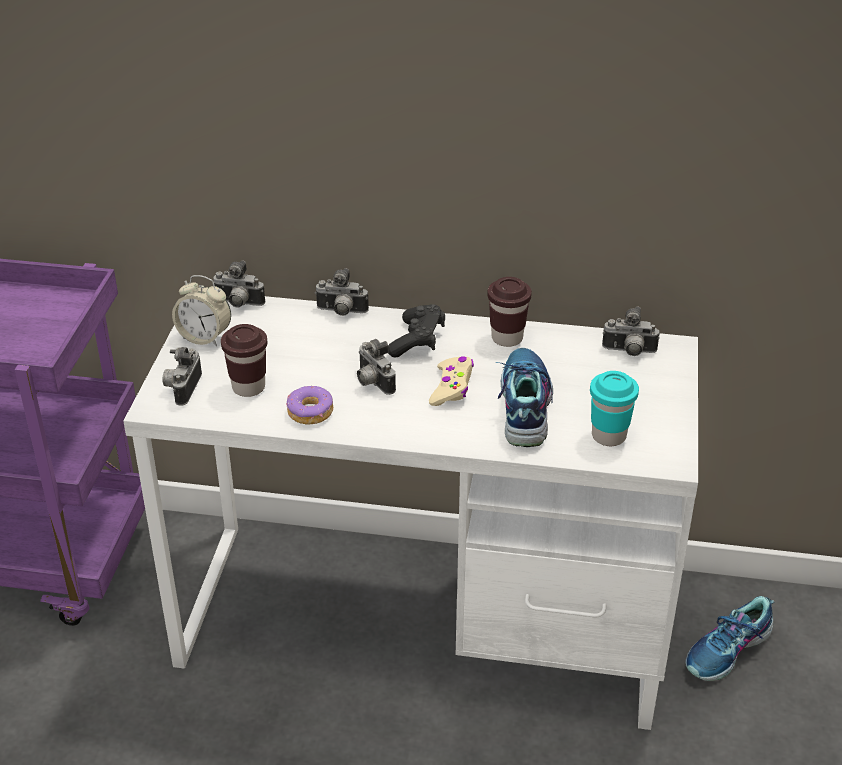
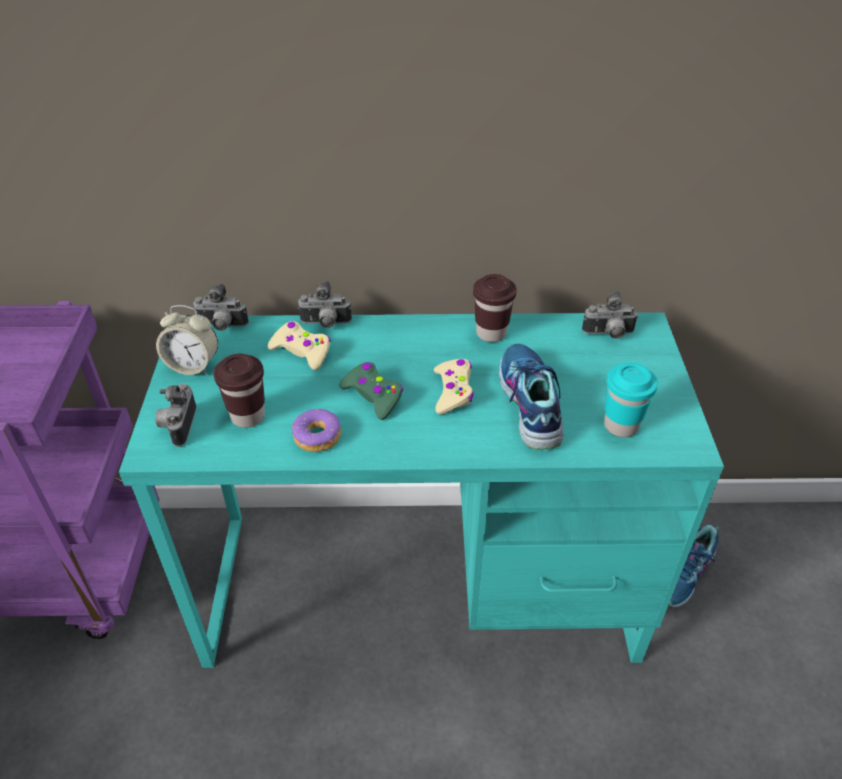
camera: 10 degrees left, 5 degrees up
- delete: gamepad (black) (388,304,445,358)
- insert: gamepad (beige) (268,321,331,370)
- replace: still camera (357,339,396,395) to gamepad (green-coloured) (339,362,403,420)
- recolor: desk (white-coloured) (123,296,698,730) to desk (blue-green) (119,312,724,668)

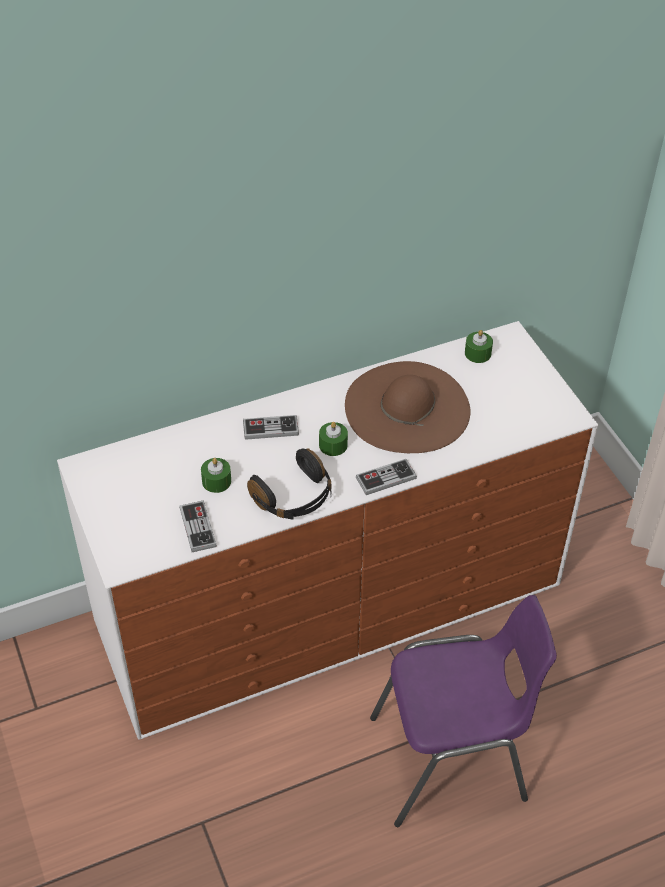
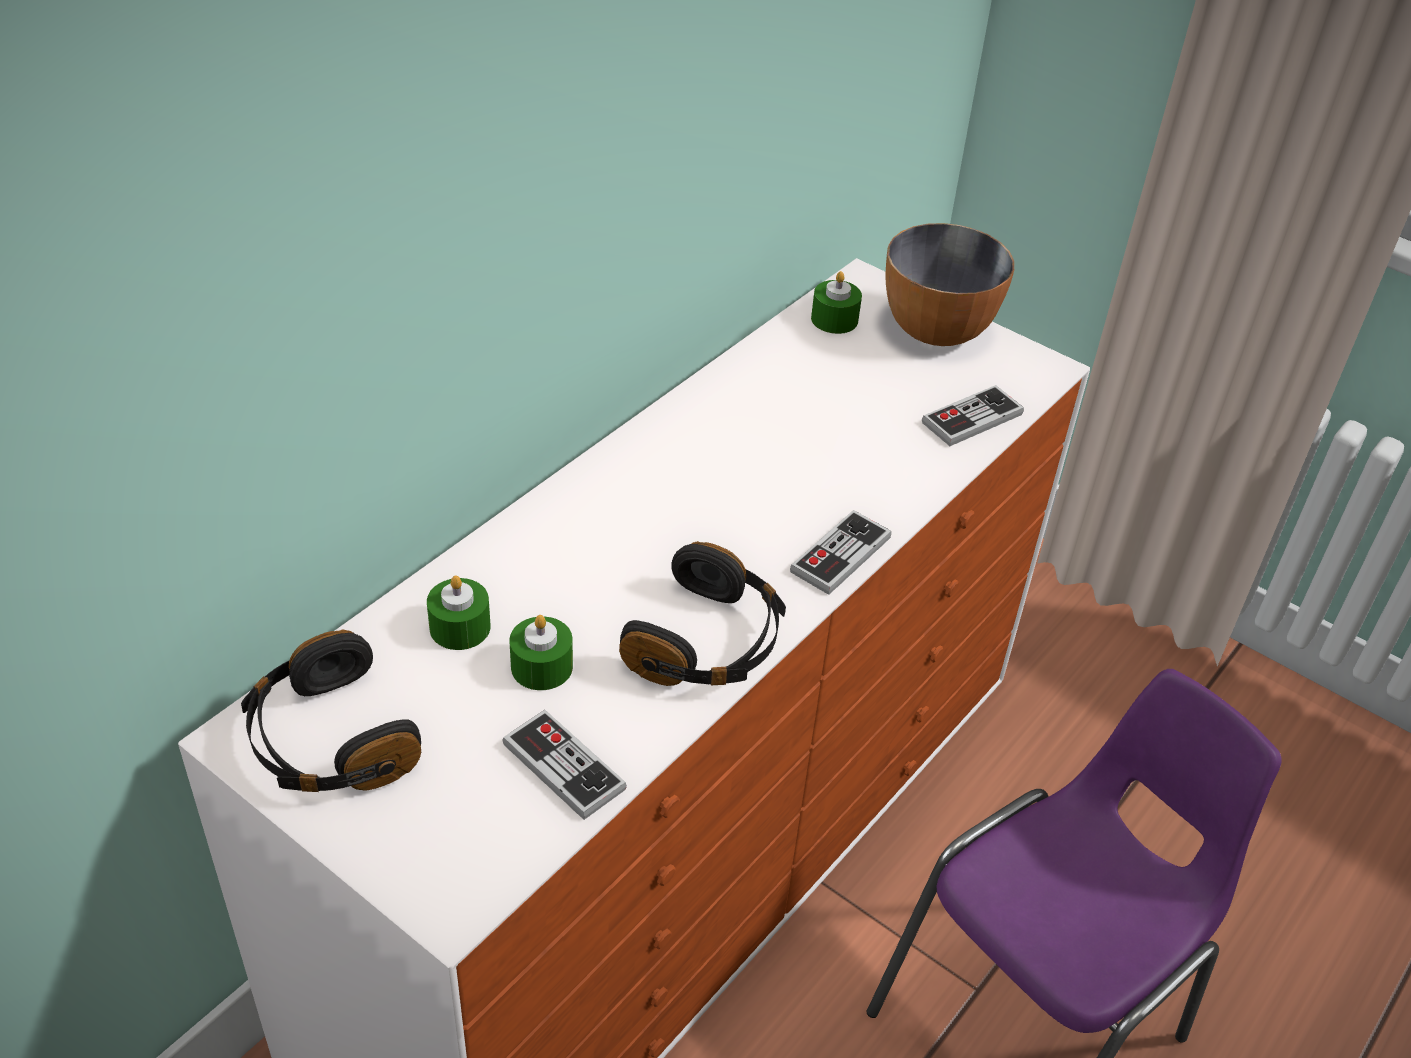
camera: 30 degrees left, 5 degrees down
- delete: hat (brownish) (345,361,471,453)
- insert: headset (black) (241,629,421,792)
- insert: deep dish (886,223,1014,346)
- move: gamepad (243,415,299,440) to (922,385,1024,446)
- move: wax candle (green-coloured) (319,422,348,456) to (427,575,490,650)

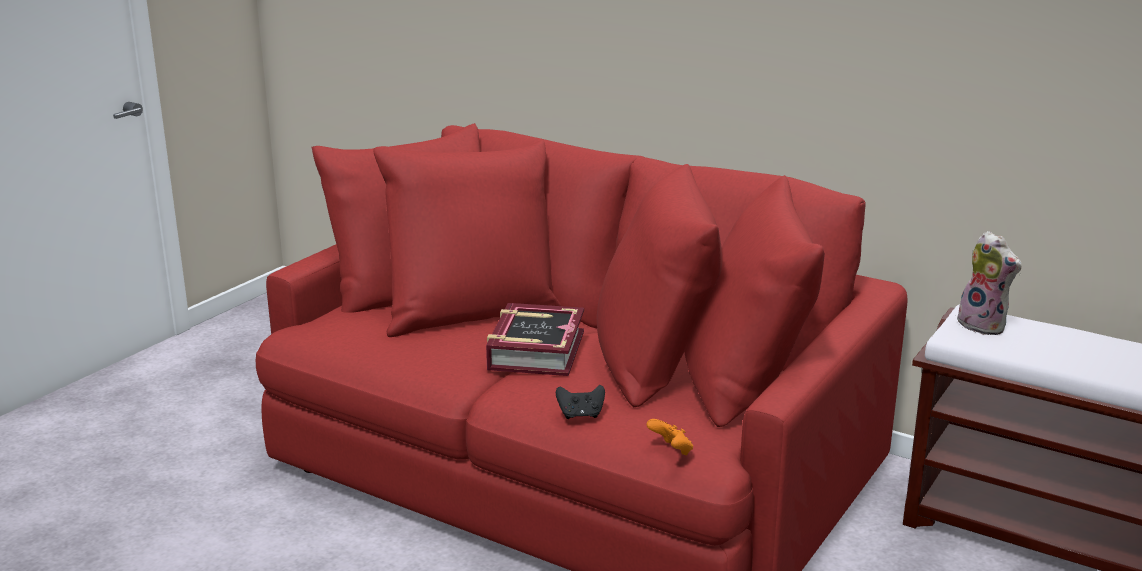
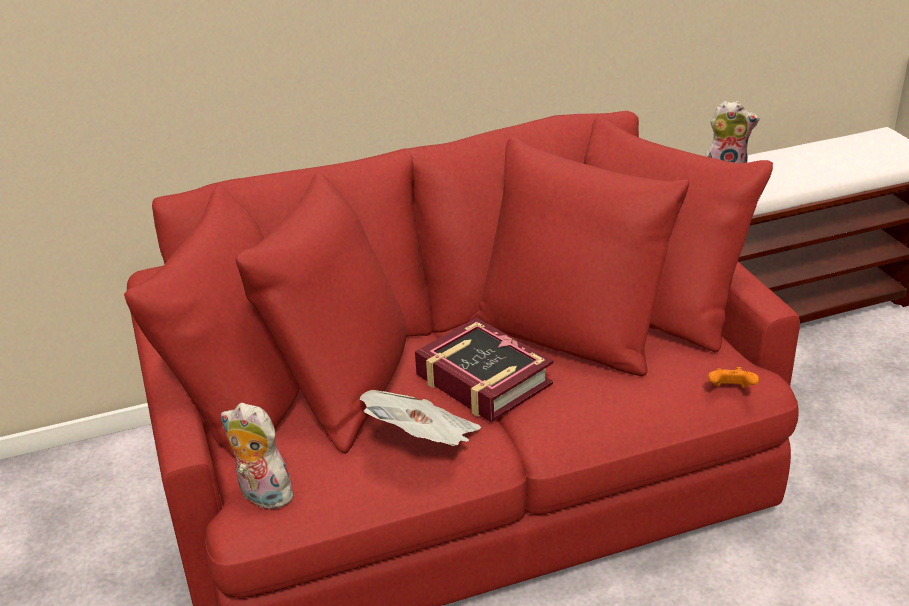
camera: 50 degrees left, 10 degrees up
- delete: gamepad (black) (556,385,605,419)
- insert: plush toy (221,403,300,509)
- insert: printed paper (360,390,481,446)

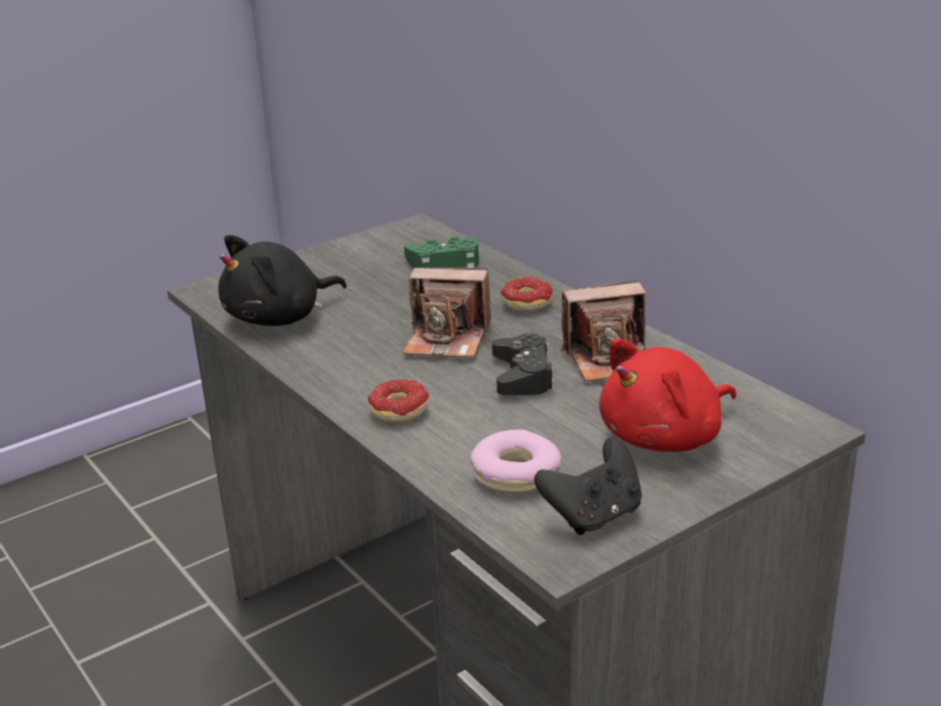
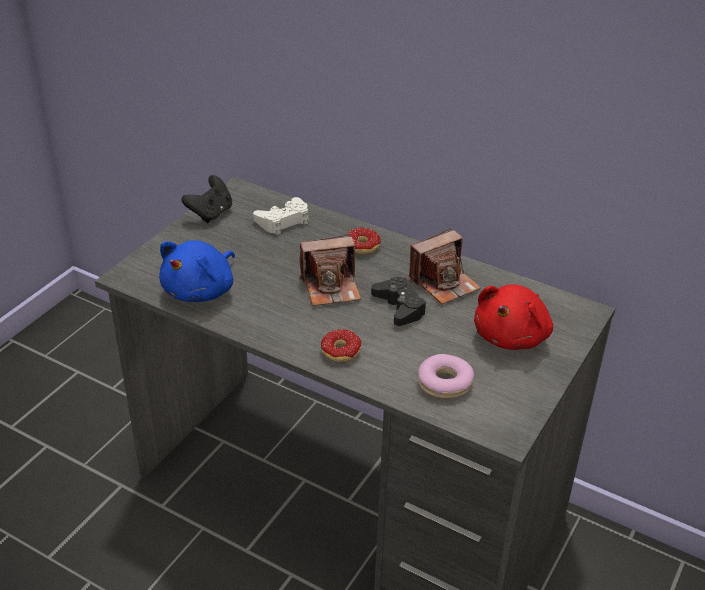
camera: 25 degrees left, 10 degrees up
- move: gamepad (black) (534,438,642,535) to (181,175,232,223)
- recolor: plush toy (black) (218,235,347,326) to plush toy (blue-coloured) (159,240,235,302)
- recolor: gamepad (green-coloured) (404,236,479,269) to gamepad (white-coloured) (253,197,308,235)

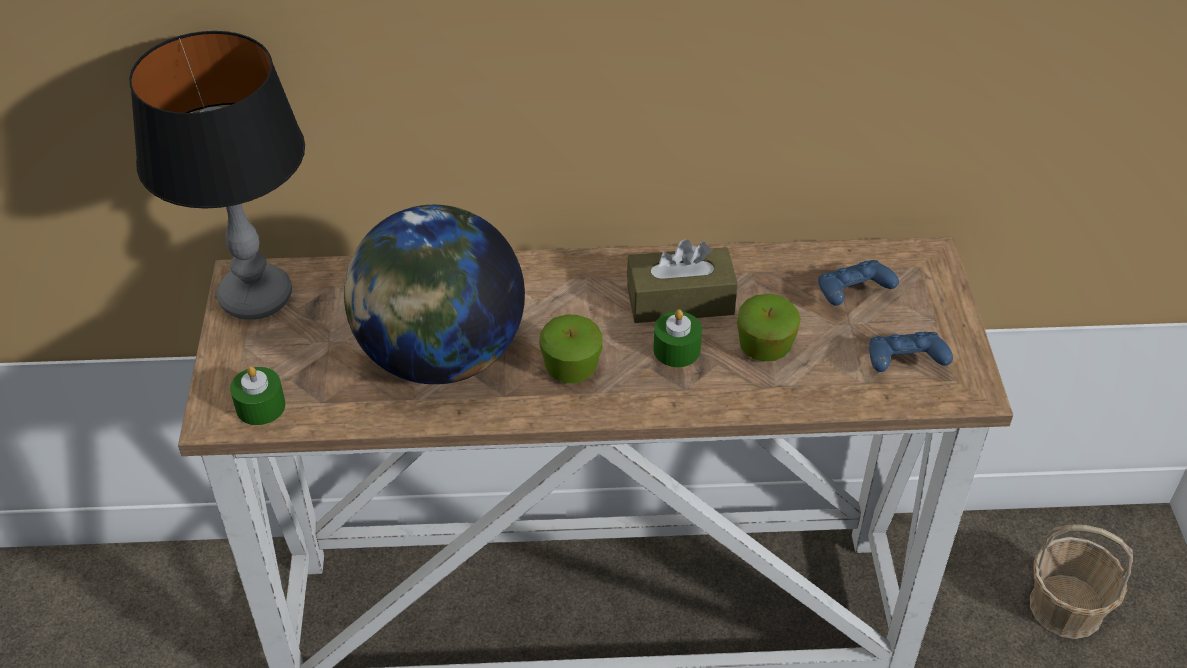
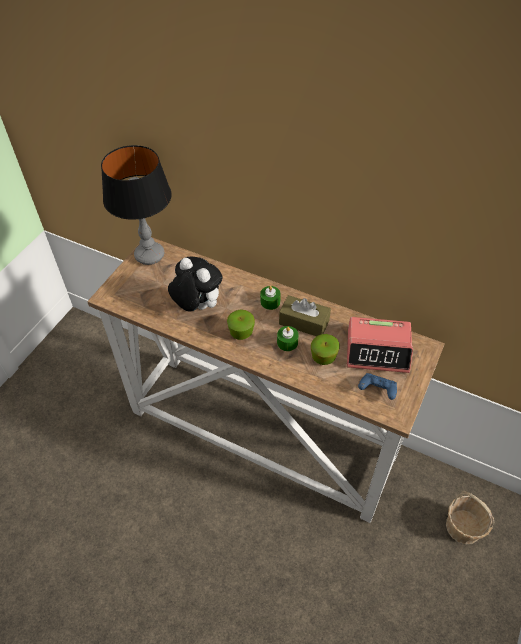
camera: 30 degrees right, 5 degrees up
- move: wax candle (green-coloured) (230,366,286,425) to (260,286,281,310)
- replace: globe (344,205,525,384) to plush toy (168,257,222,312)
- replace: gamepad (blue-coloured) (818,260,899,306) to alarm clock (347,317,413,373)

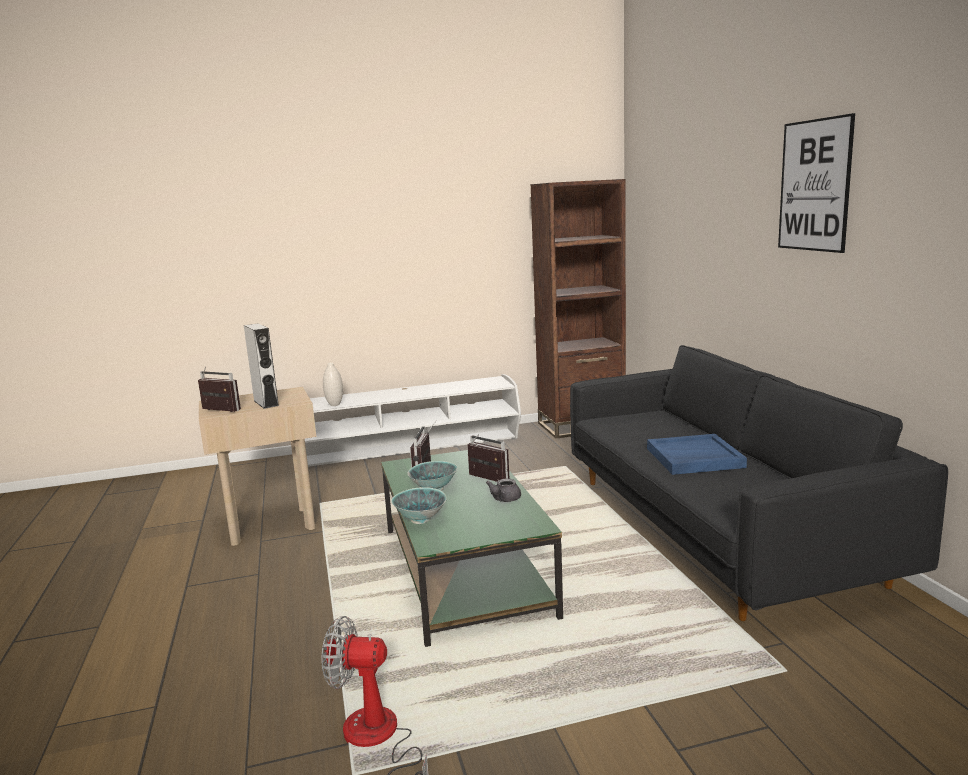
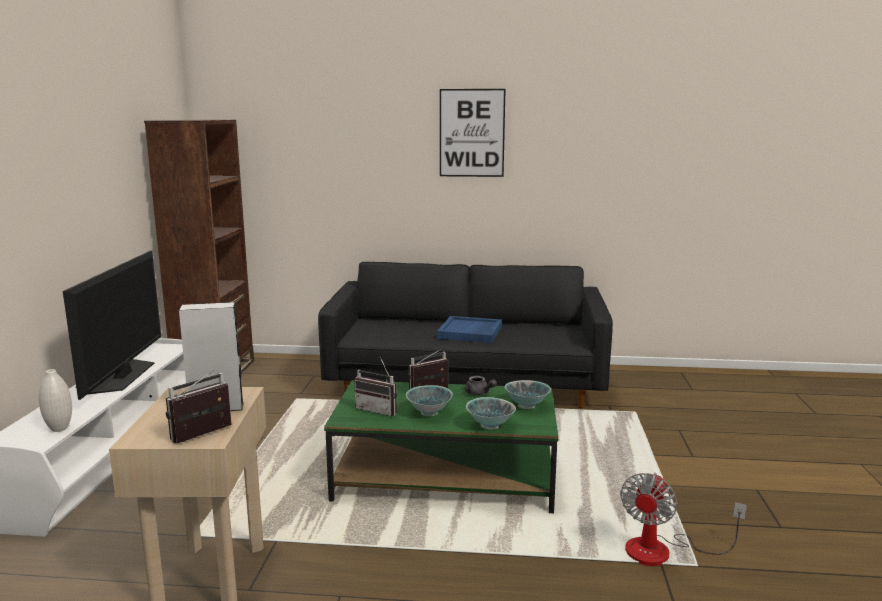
camera: 70 degrees left, 0 degrees up
- insert: television (63,251,161,400)
- insert: deep dish (505,380,551,409)

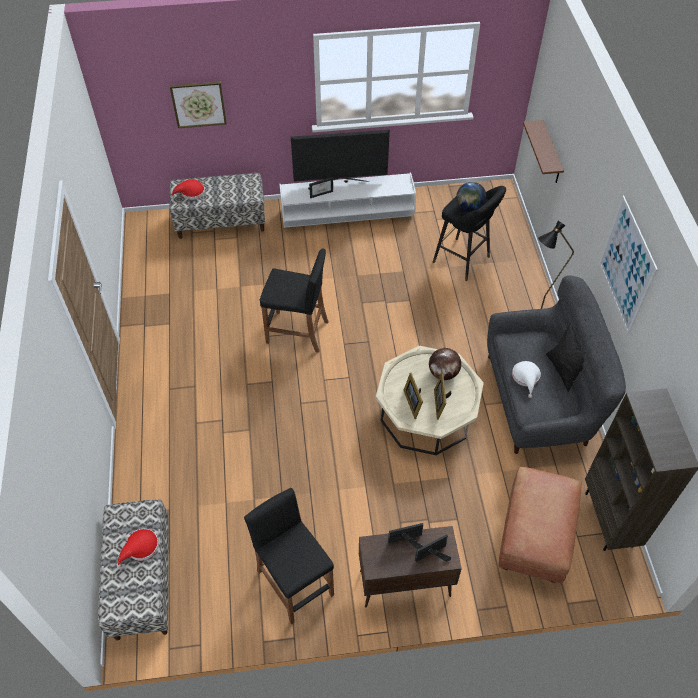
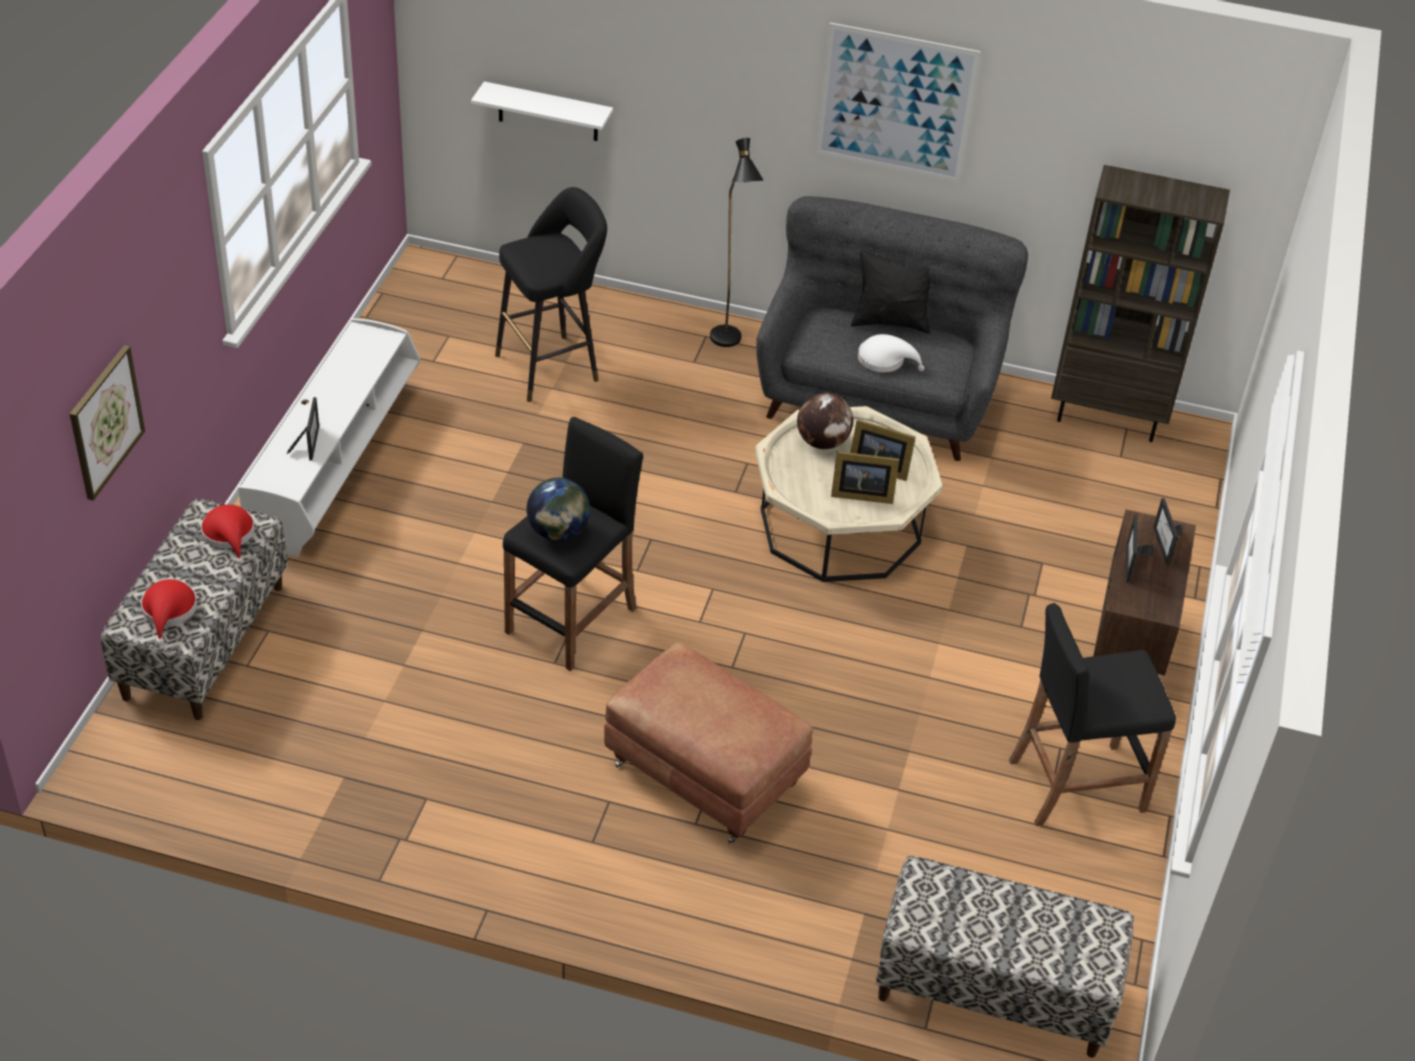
camera: 70 degrees left, 10 degrees down
- delete: television (291,130,390,182)
- move: hat (red-coloured) (116,529,159,568) to (201,504,255,565)
- move: globe (456,182,487,212) to (527,478,590,541)
- move: ottoman (brownish) (498,467,582,583) to (604,642,813,844)
- recolor: bracket shelf (brownish) (523,120,564,183) to bracket shelf (white-coloured) (471,81,613,141)

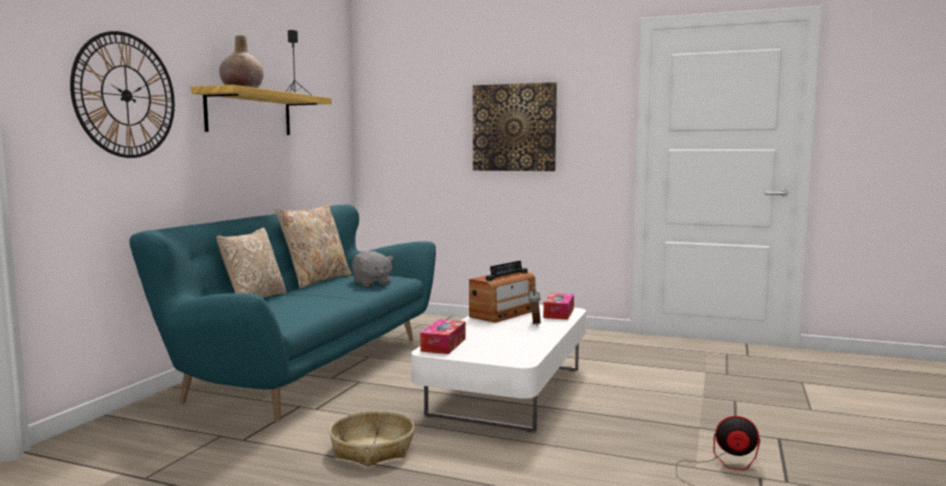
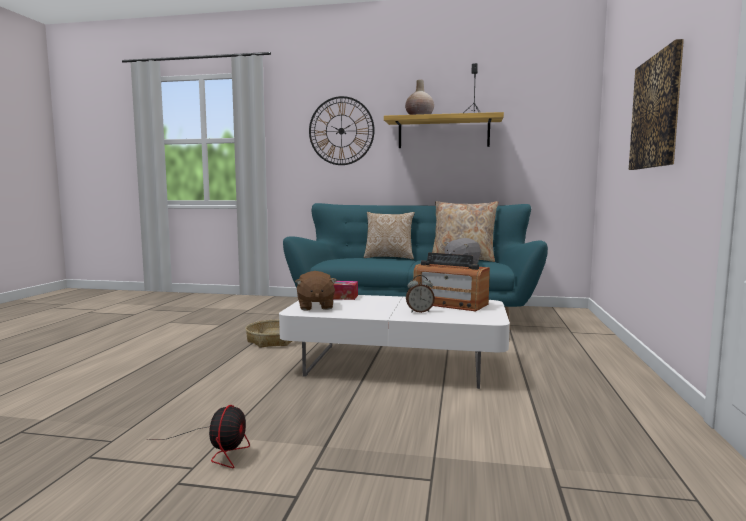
camera: 80 degrees right, 0 degrees up
- delete: tissue holder (543,293,574,320)
- insert: plush toy (brownish) (295,271,337,310)

